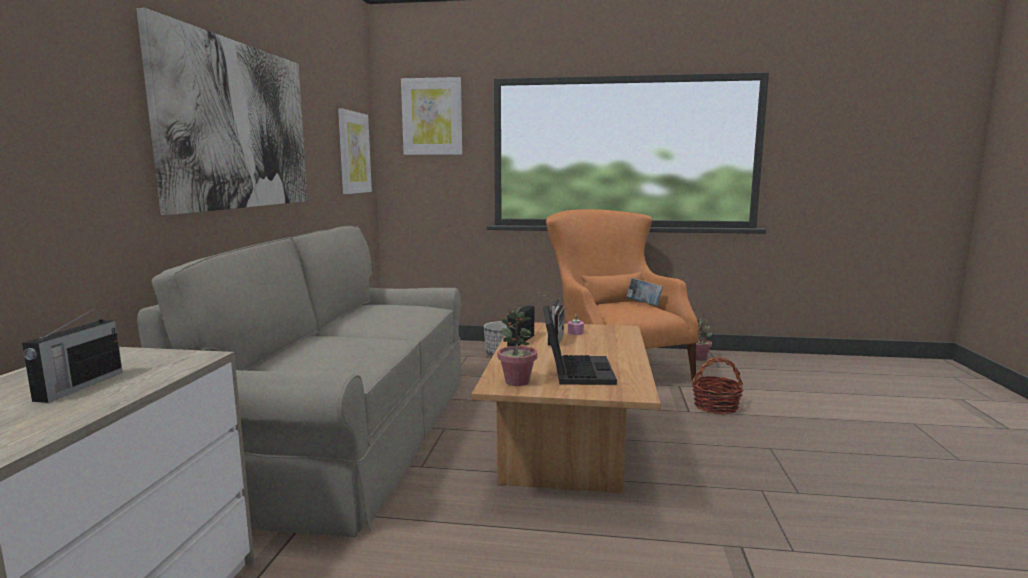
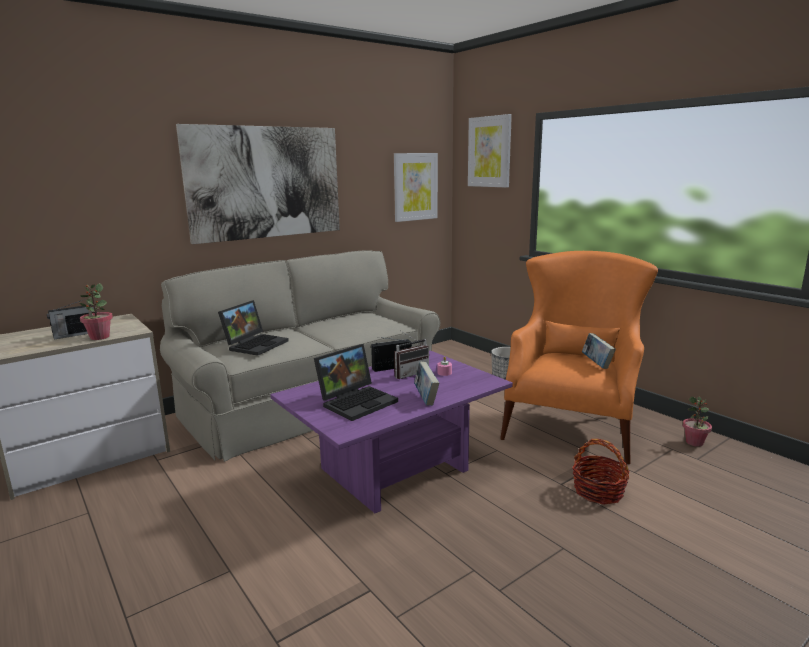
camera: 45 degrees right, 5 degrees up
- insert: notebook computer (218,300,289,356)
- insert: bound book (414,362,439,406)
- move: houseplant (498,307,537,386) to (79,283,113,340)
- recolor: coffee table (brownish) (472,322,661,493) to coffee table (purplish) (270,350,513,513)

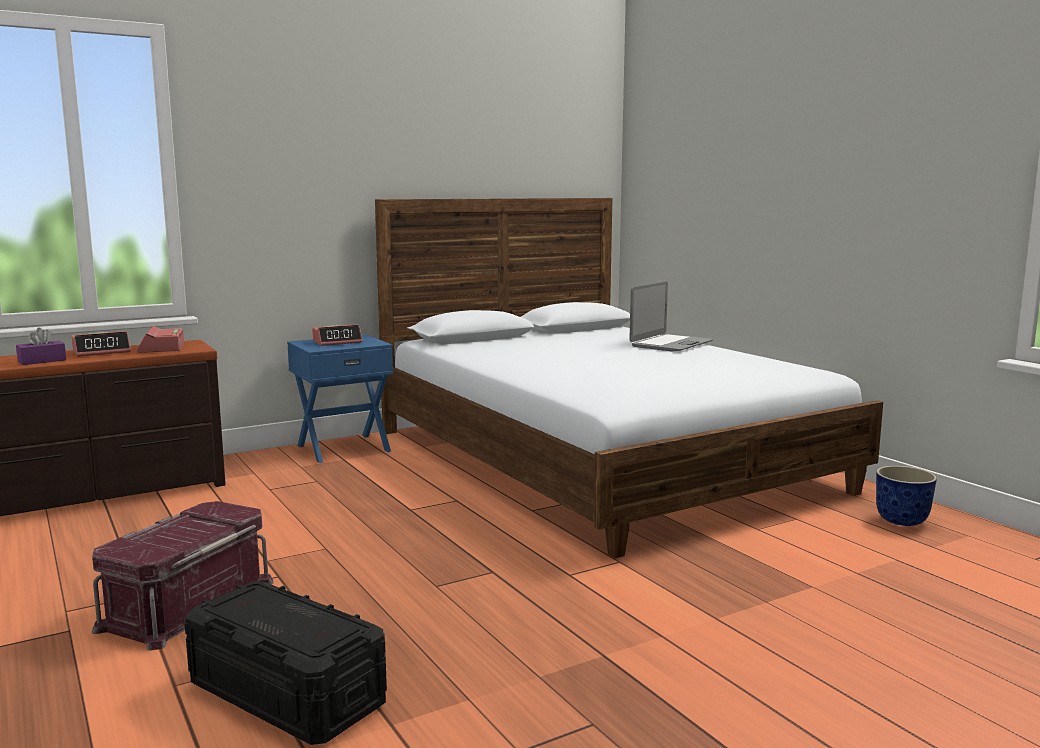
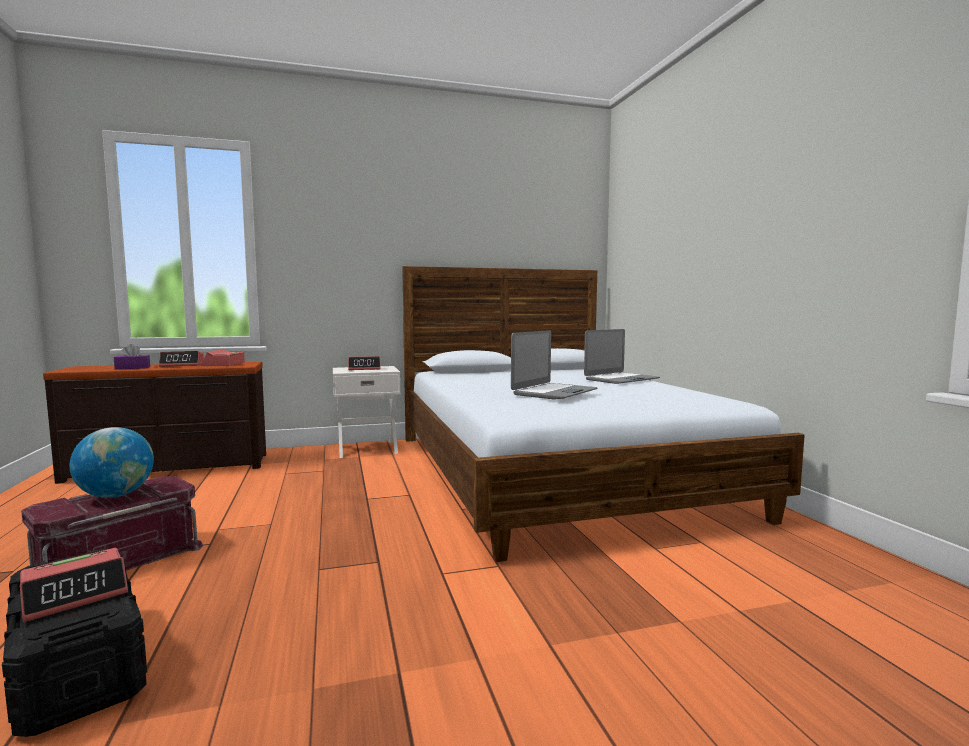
camera: 15 degrees right, 5 degrees down
- delete: plant pot (876,466,937,526)
- insert: alarm clock (20,548,128,622)
- insert: globe (70,427,154,498)
- insert: notebook computer (511,330,598,400)
- recolor: bedside table (blue-coloured) (287,335,393,463) to bedside table (white-coloured) (333,366,401,458)

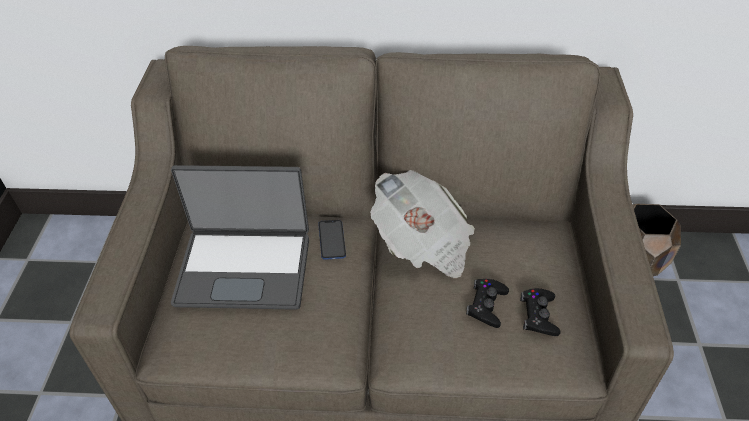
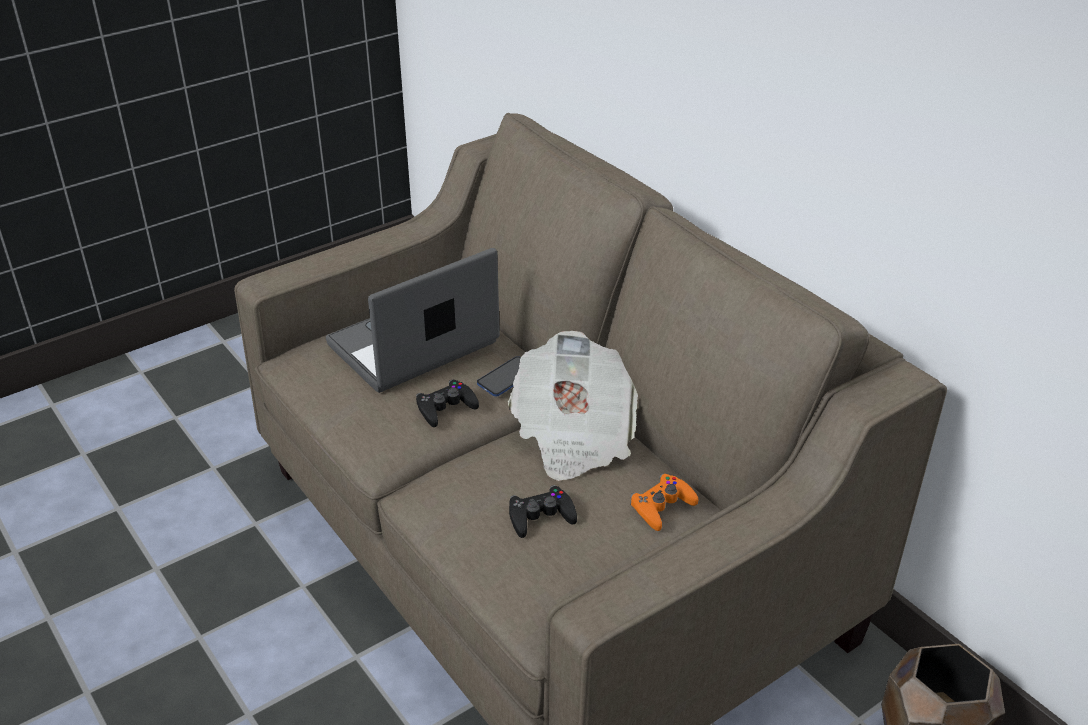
camera: 50 degrees right, 10 degrees down
- insert: gamepad (orange-coloured) (630,474,698,531)
- move: gamepad (black) (520,288,561,336) to (416,379,479,427)
- rotate: notebook computer (171,165,309,310) = (326,248,500,393) 90 degrees clockwise

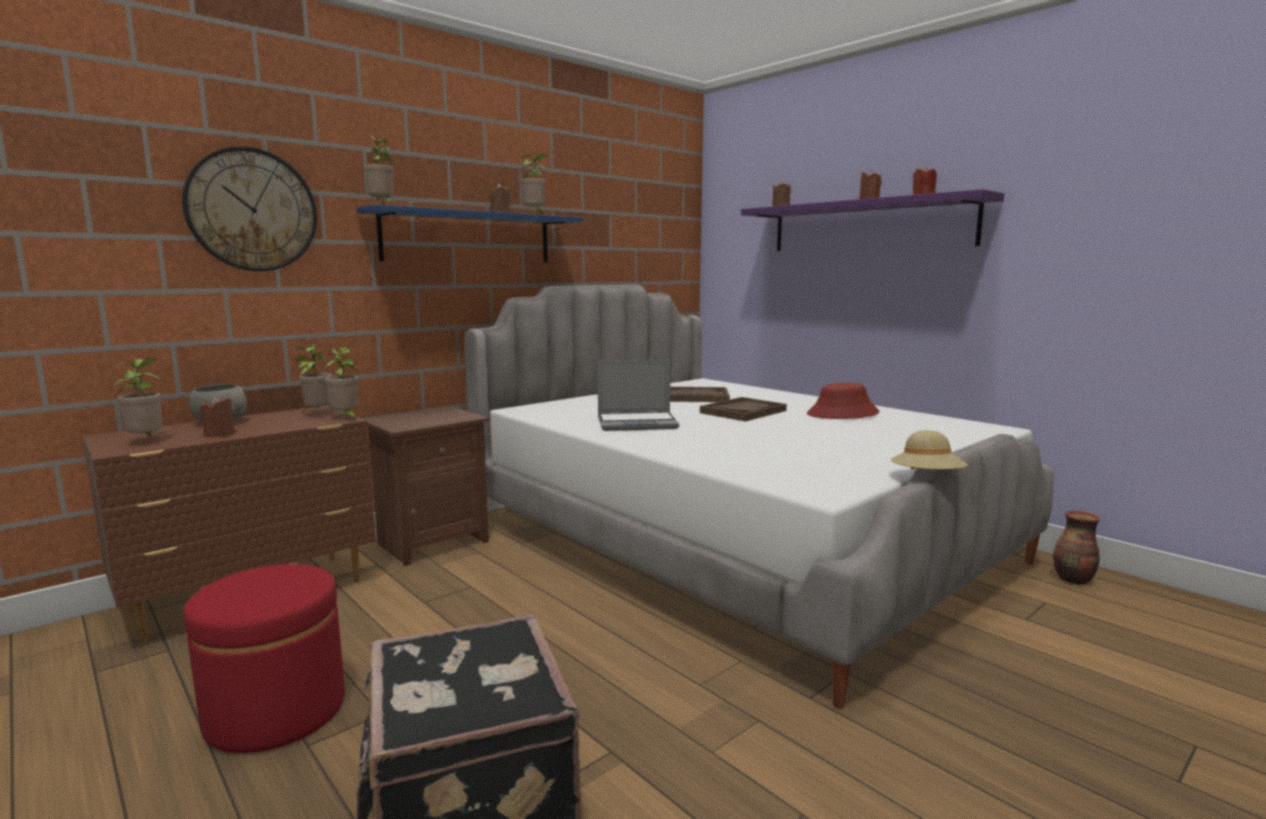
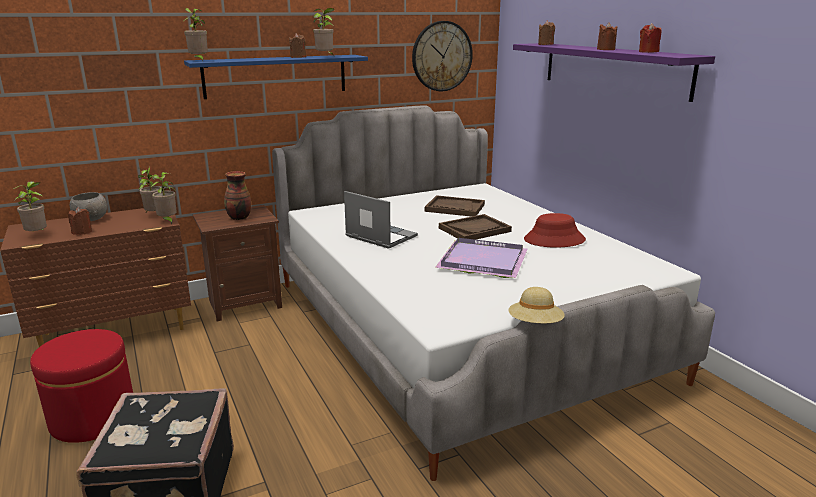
camera: 15 degrees right, 10 degrees up
- insert: tray (purplish) (435,238,527,278)
- move: hanging clock (182,146,317,271) to (412,21,473,91)
- move: flower vase (1053,511,1100,585) to (224,171,251,220)
- rotate: notebook computer (597,360,679,431) = (344,191,418,249) 150 degrees counterclockwise

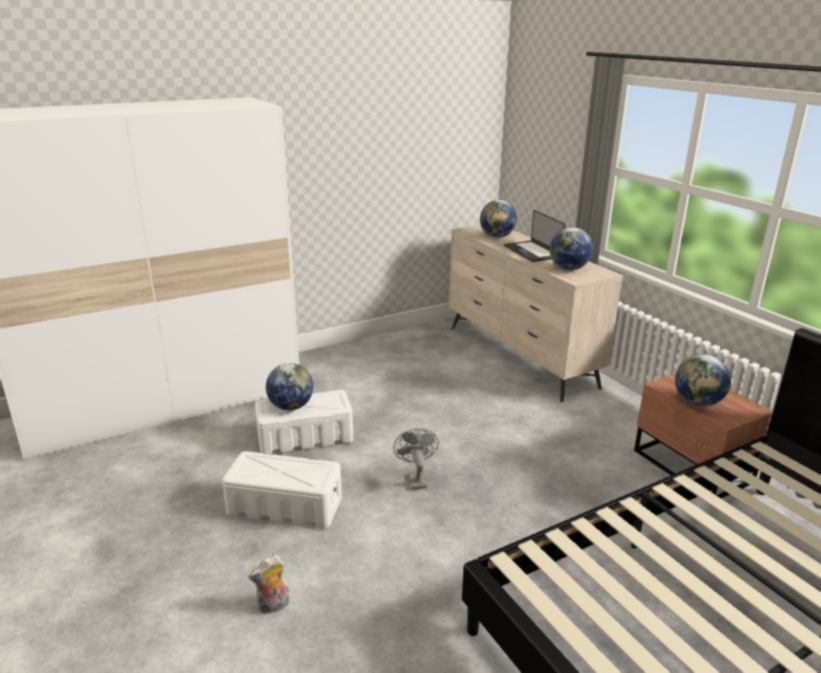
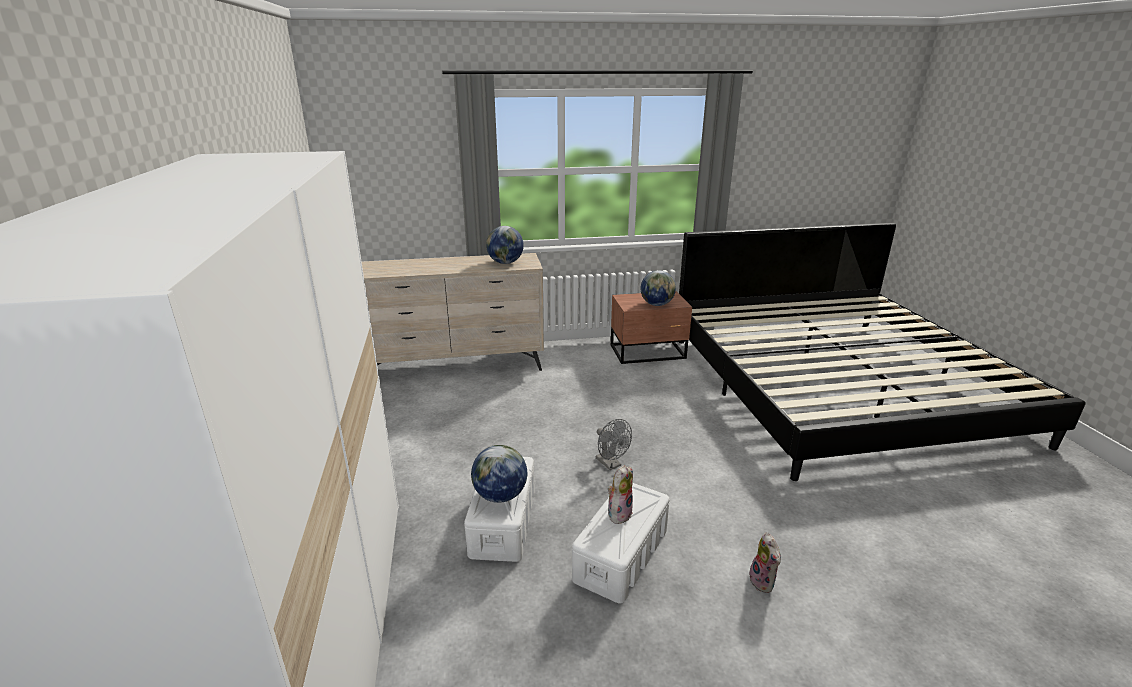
camera: 70 degrees left, 0 degrees up
- delete: globe (480,200,517,238)
- delete: notebook computer (504,210,566,262)
- insert: plush toy (608,465,633,526)
- rotate: electric fan (grey) (393,429,439,490) = (596,419,632,470) 135 degrees counterclockwise

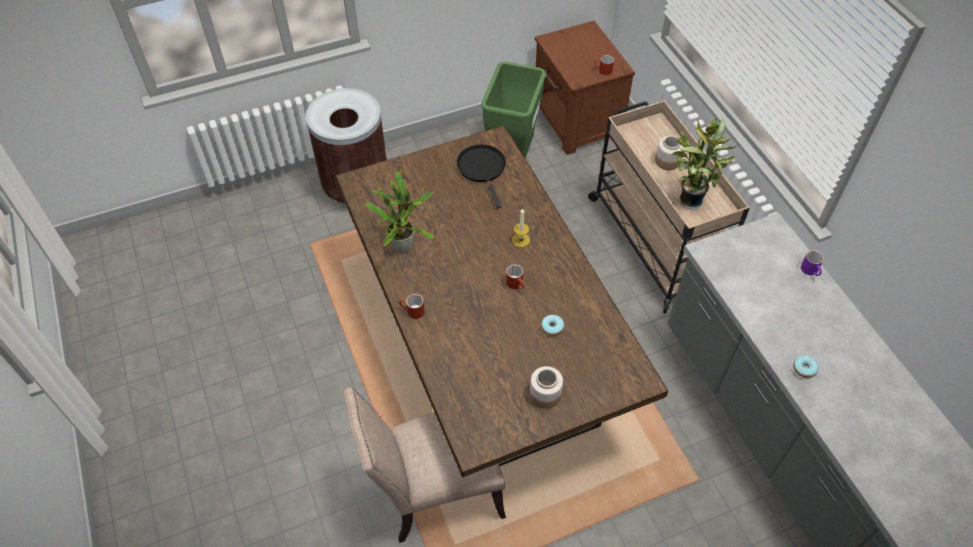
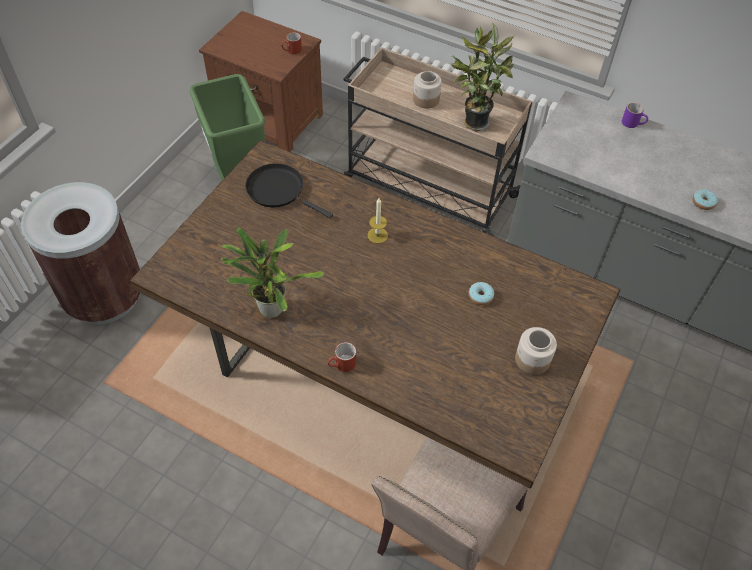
camera: 40 degrees left, 0 degrees up
- delete: coffee mug (red-coloured) (506,265,524,289)

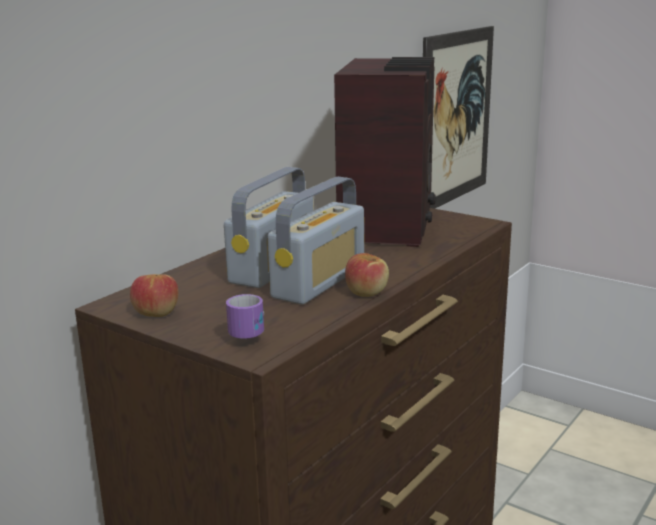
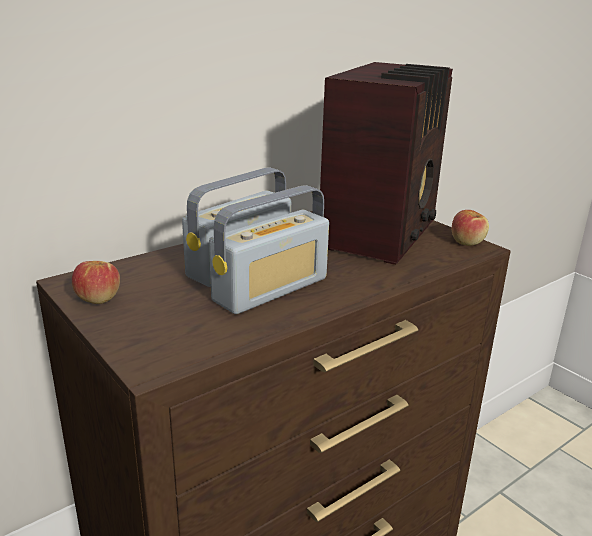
camera: 15 degrees right, 5 degrees up
- delete: coffee mug (226,294,264,340)
- delete: wall picture (423,26,494,209)
- move: apple (345,253,389,297) to (452,210,489,246)

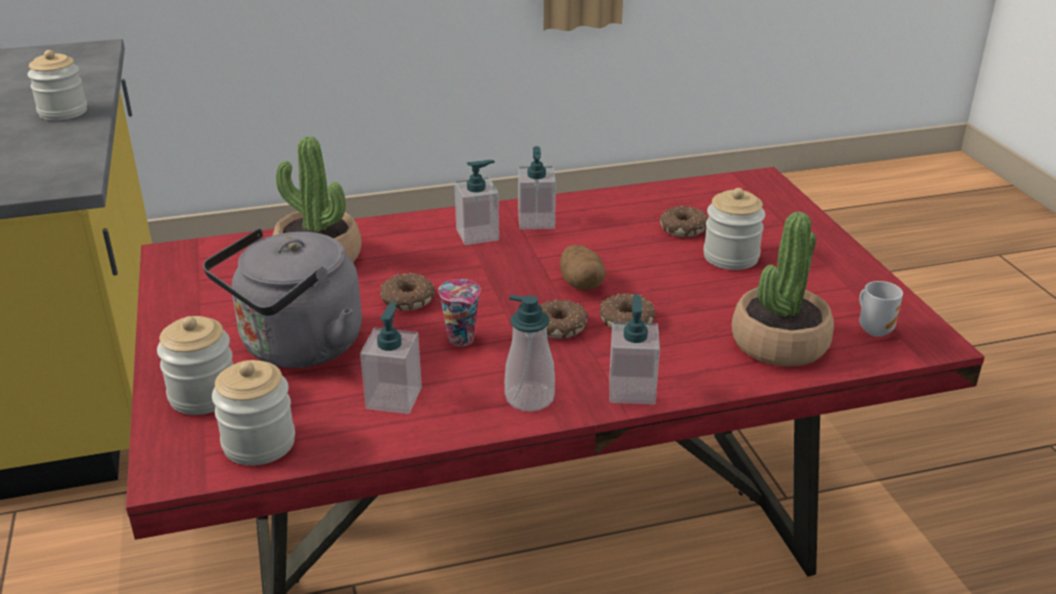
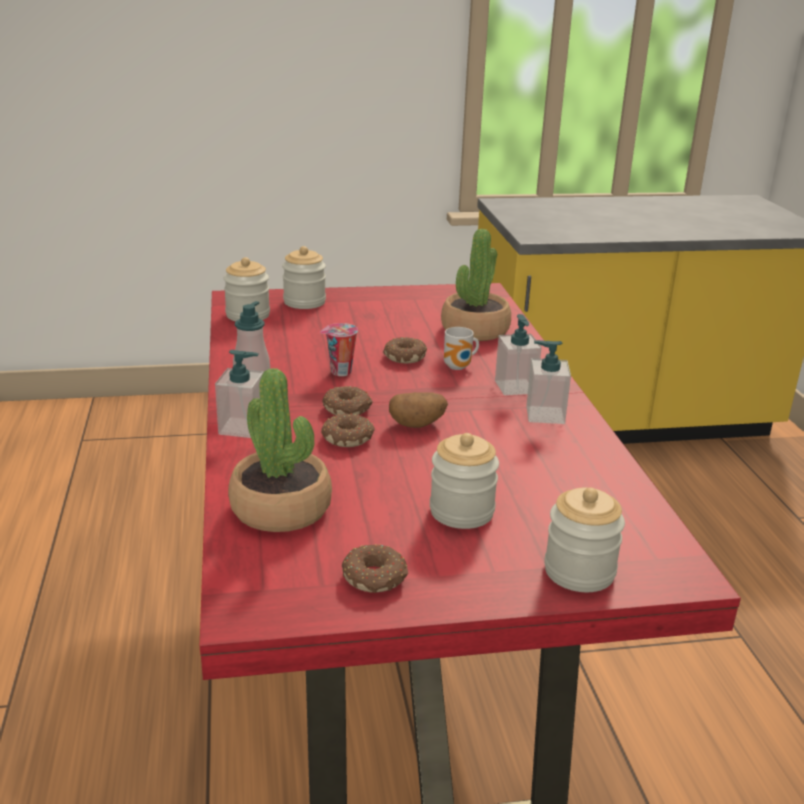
camera: 95 degrees right, 5 degrees down
- delete: kettle (grey) (203,228,362,368)
- delete: liquid soap bottle (360,301,422,414)
- move: storage jar (28,50,87,121) to (544,488,625,592)
- move: doughnut (660,206,708,237) to (342,544,408,593)
- move: coffee mug (859,281,903,337) to (444,327,479,370)

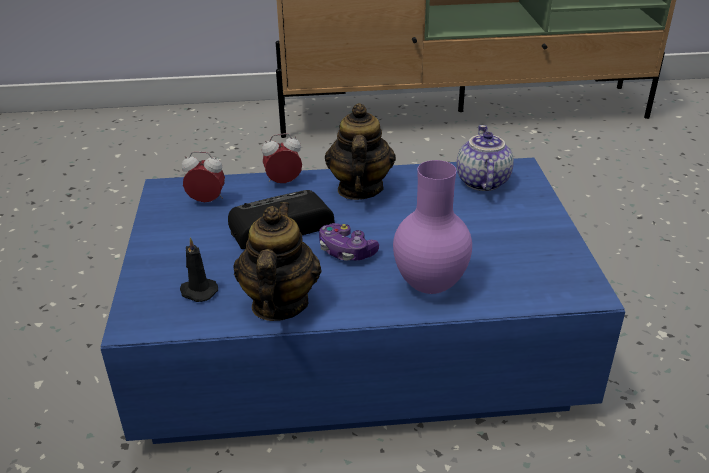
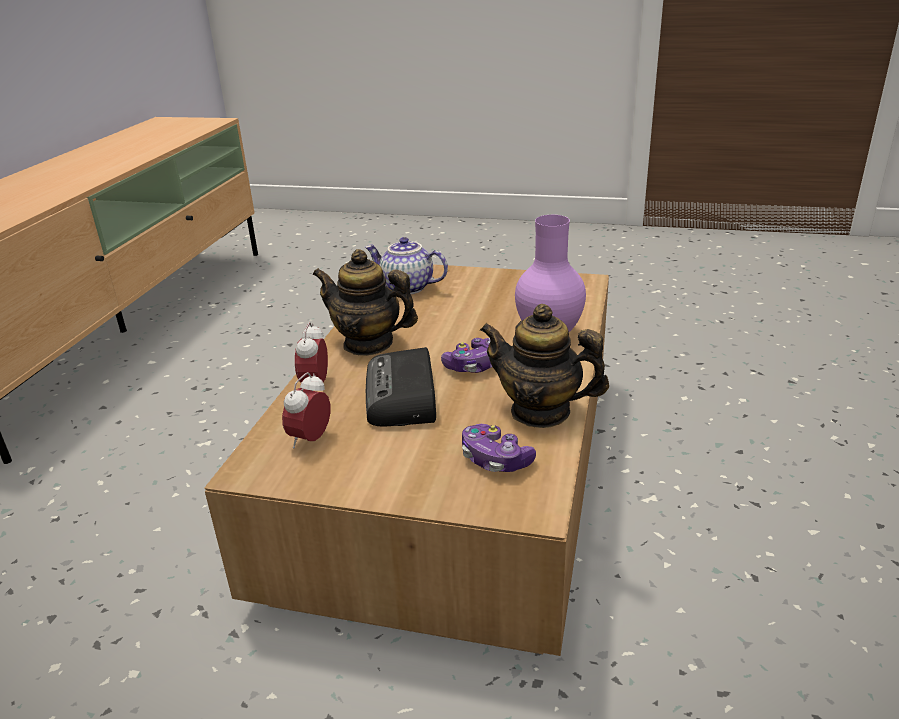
camera: 70 degrees left, 5 degrees down
- replace: wax candle (black) (180,237,218,302) to gamepad (462,424,536,472)
- recolor: coffee table (blue-coloured) (101,158,625,444) to coffee table (brownish) (204,264,609,656)

